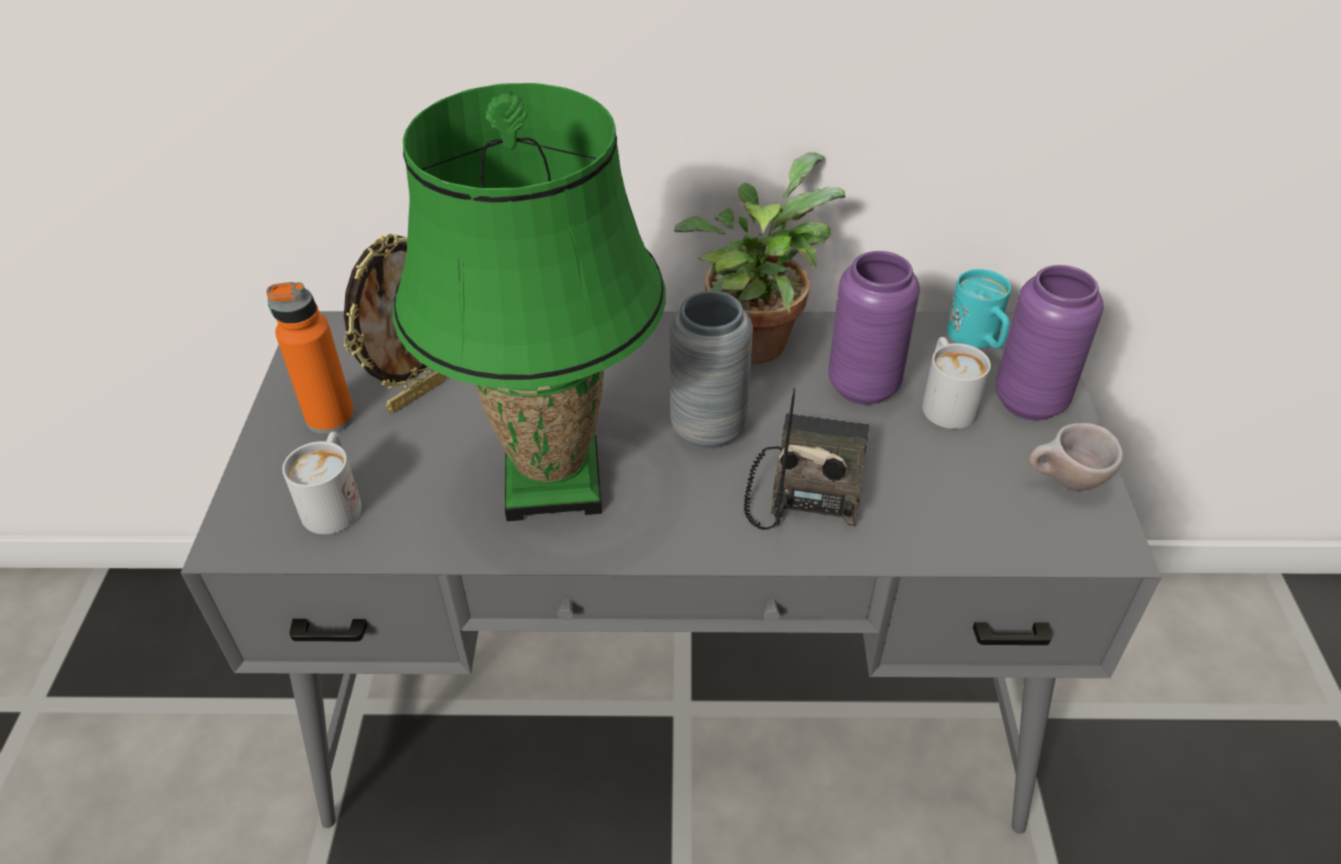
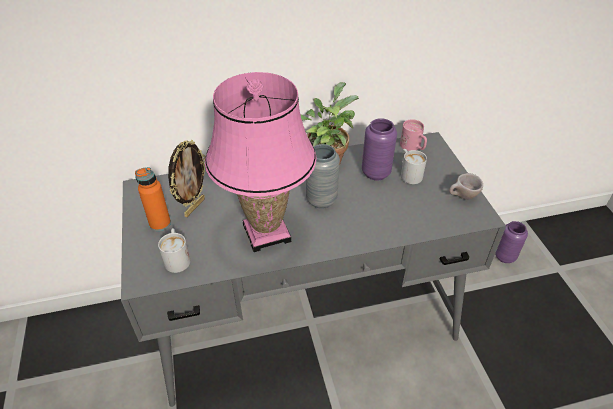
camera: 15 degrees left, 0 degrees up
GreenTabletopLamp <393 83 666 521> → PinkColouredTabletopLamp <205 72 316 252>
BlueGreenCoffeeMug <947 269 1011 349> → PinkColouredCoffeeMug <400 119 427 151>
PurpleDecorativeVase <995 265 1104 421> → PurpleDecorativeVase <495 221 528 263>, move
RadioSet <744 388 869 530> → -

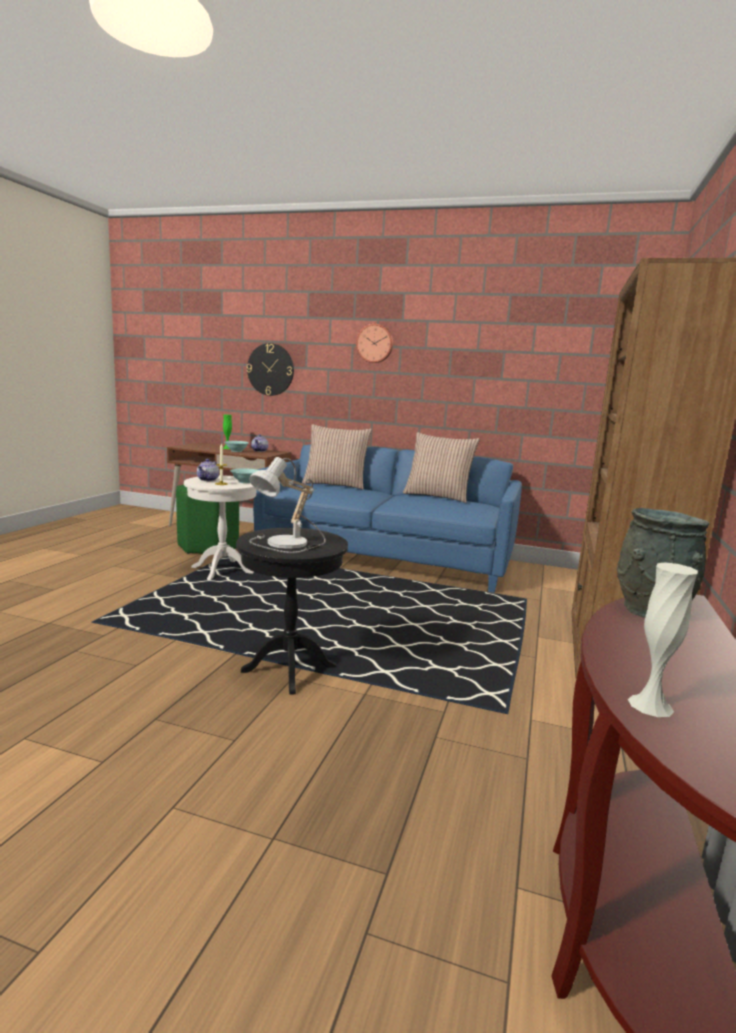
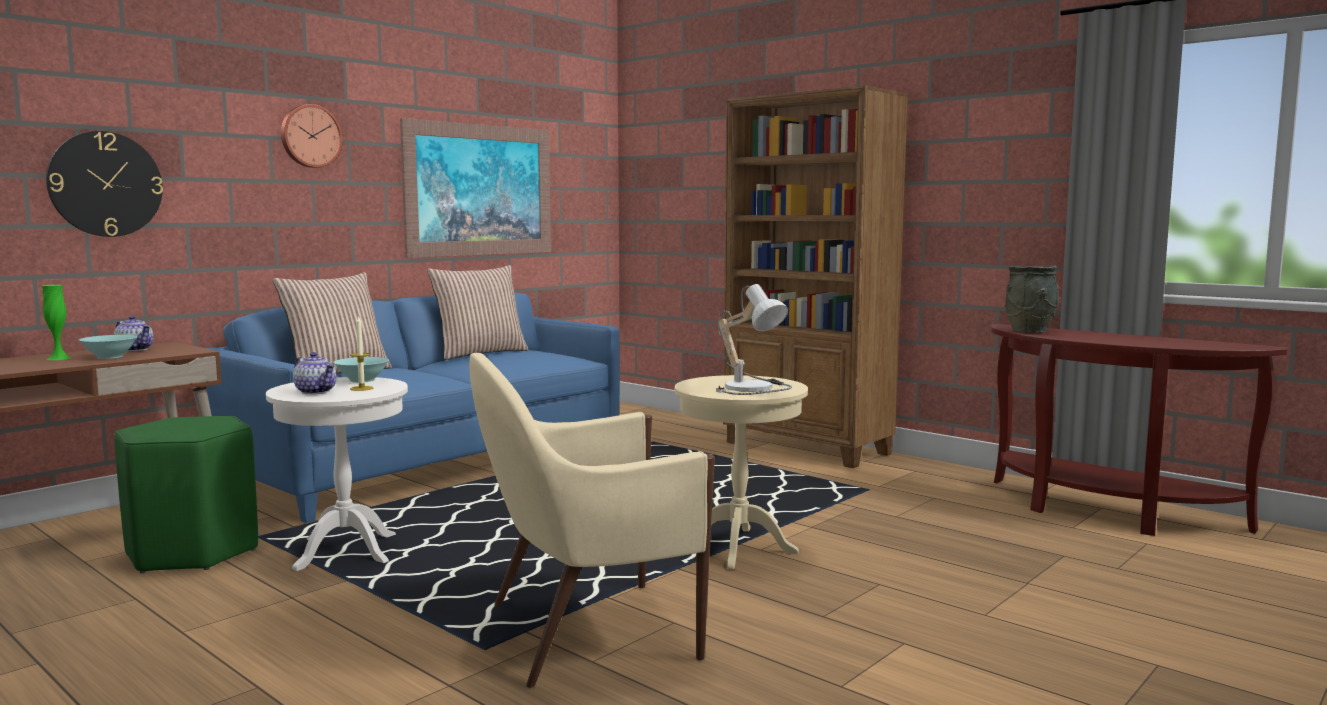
camera: 65 degrees left, 5 degrees down
- → Picture <400 118 551 258>
- → SandColouredEasyChair <469 353 715 688>
BlackAccentTable <236 528 348 695> → SandColouredAccentTable <675 375 808 570>
WhitishDecorativeVase <628 562 698 717> → -

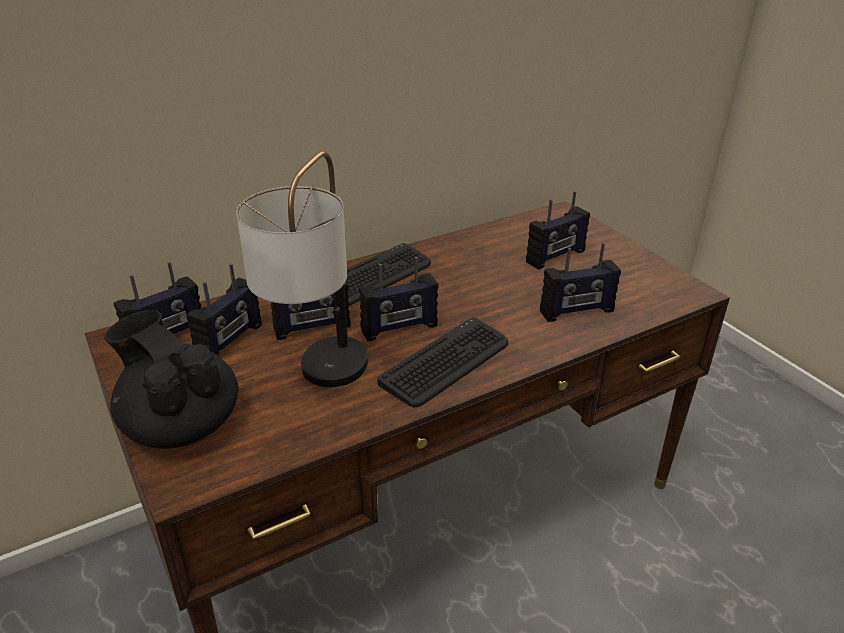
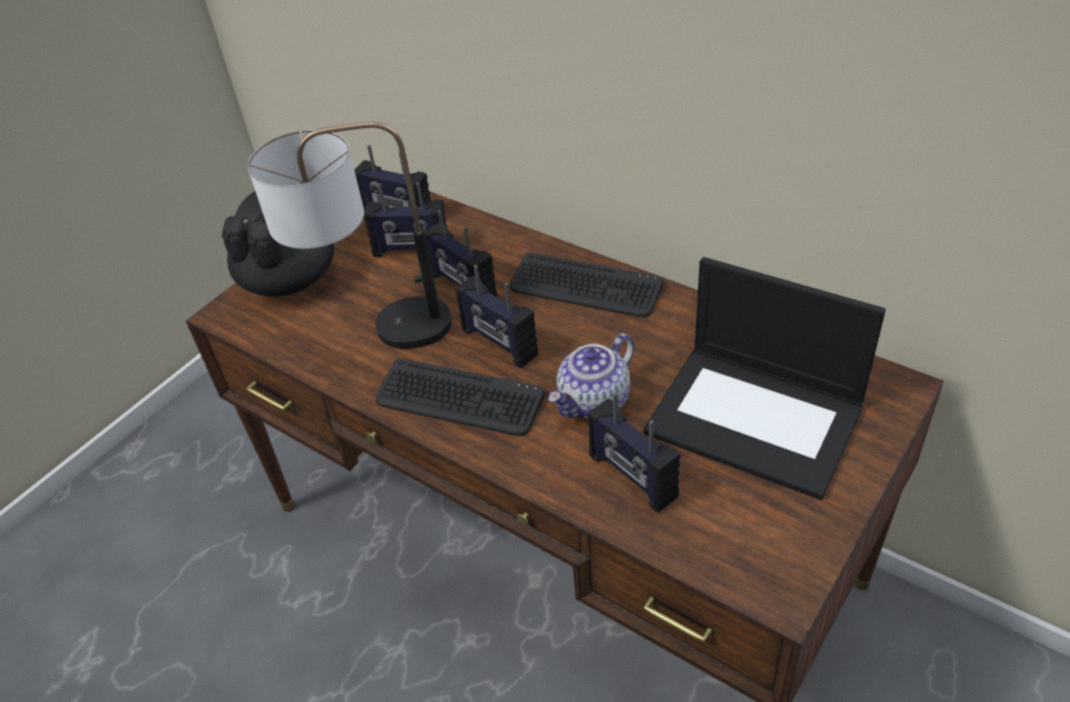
camera: 70 degrees right, 10 degrees up
- → TeaPot <548 333 634 419>
RadioSet <526 191 590 270> → PortableComputer <643 257 886 500>

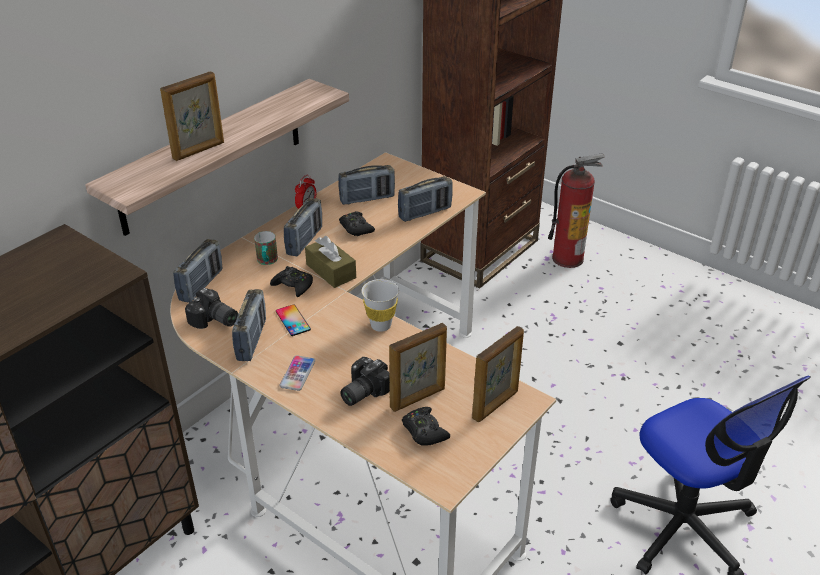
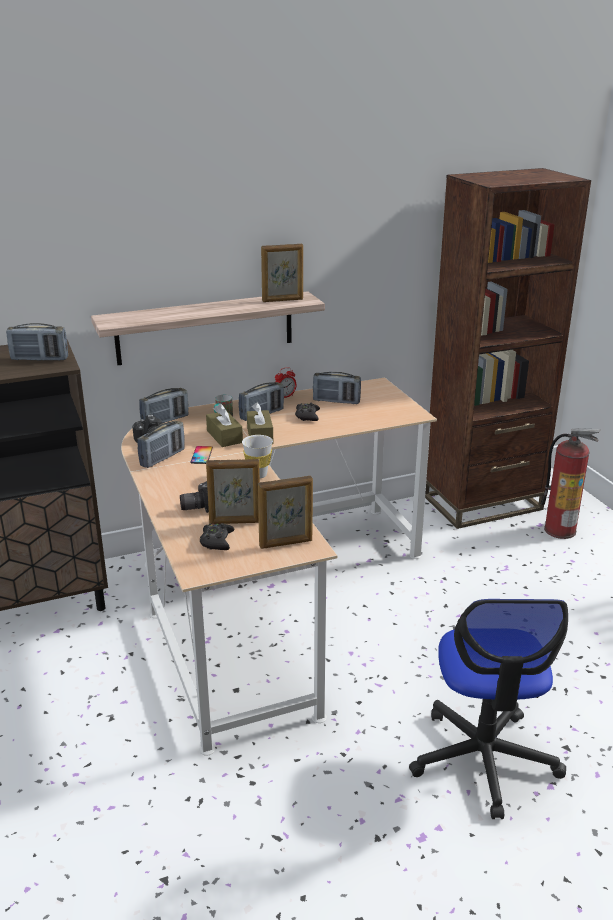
camera: 30 degrees right, 10 degrees down
RadioSet <398 176 453 222> → RadioSet <6 323 68 361>, move
BlackGamepad <270 266 313 297> → BrownColouredTissueBox <206 404 243 447>
StandingFrame <160 71 224 161> → StandingFrame <261 244 303 302>, move
Telephone <280 355 315 391> → -

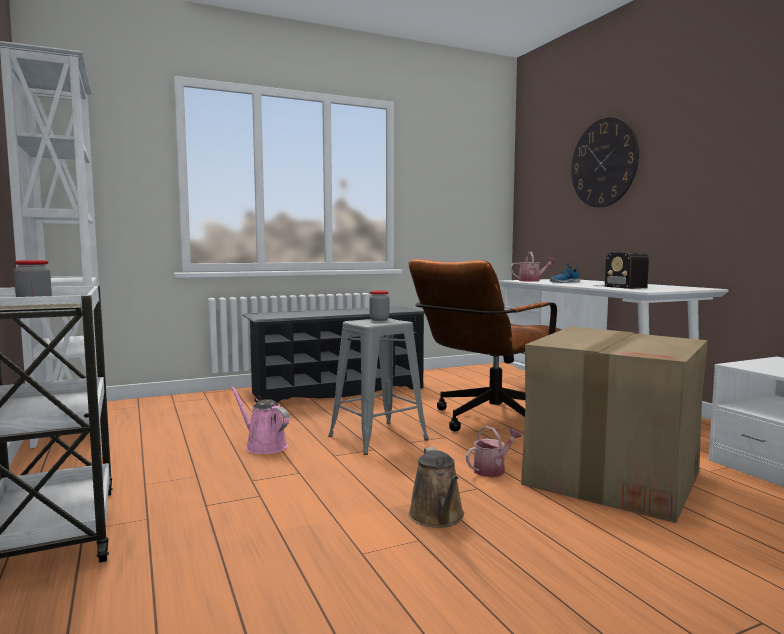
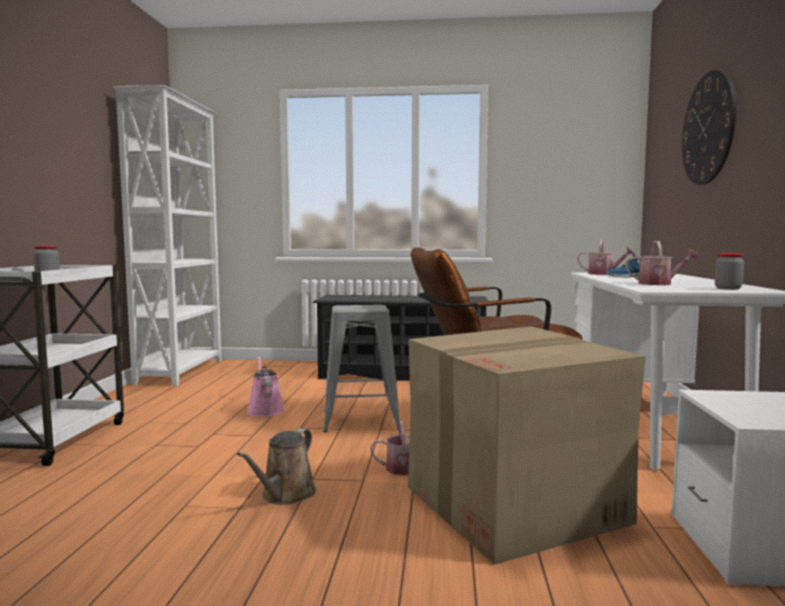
camera: 30 degrees right, 0 degrees up
RadioSet <593 252 649 289> → WateringCan <625 241 699 285>
StorageJar <369 291 389 321> → StorageJar <715 253 744 290>, move

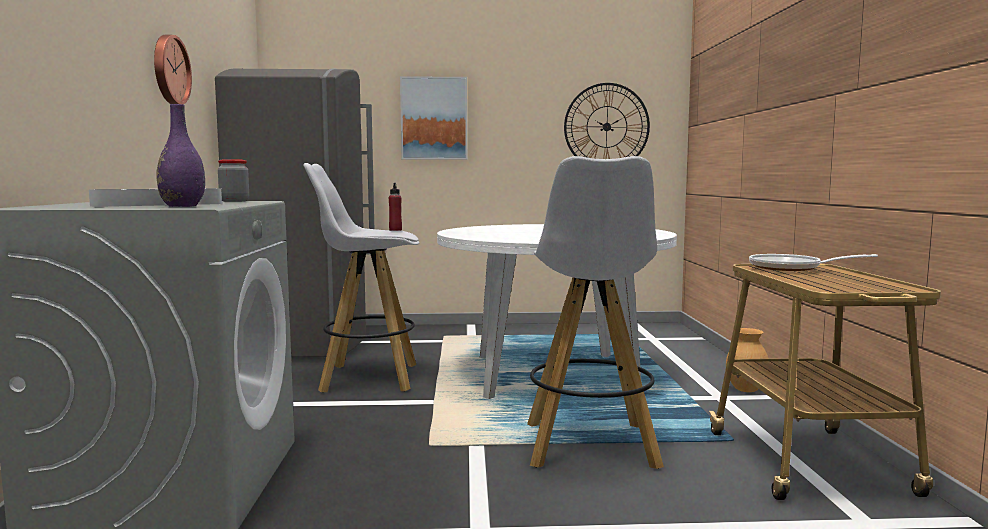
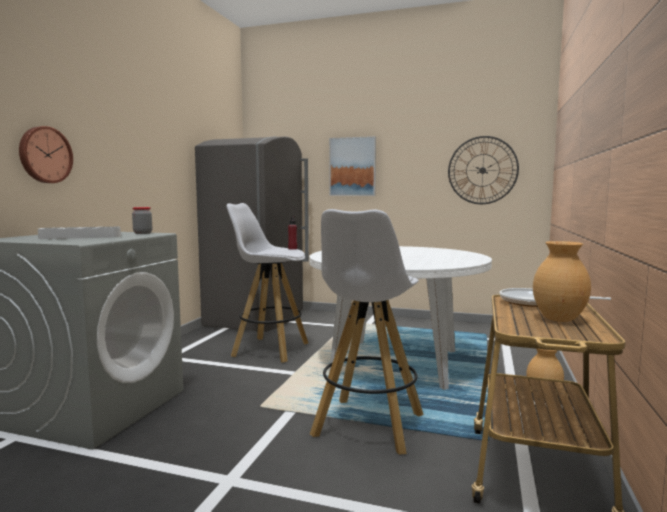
camera: 20 degrees right, 0 degrees up
HangingClock <154 35 192 104> → HangingClock <19 126 73 183>, move
- → BrownColouredDecorativeVase <533 241 591 322>
PurpleDecorativeVase <156 104 205 207> → -

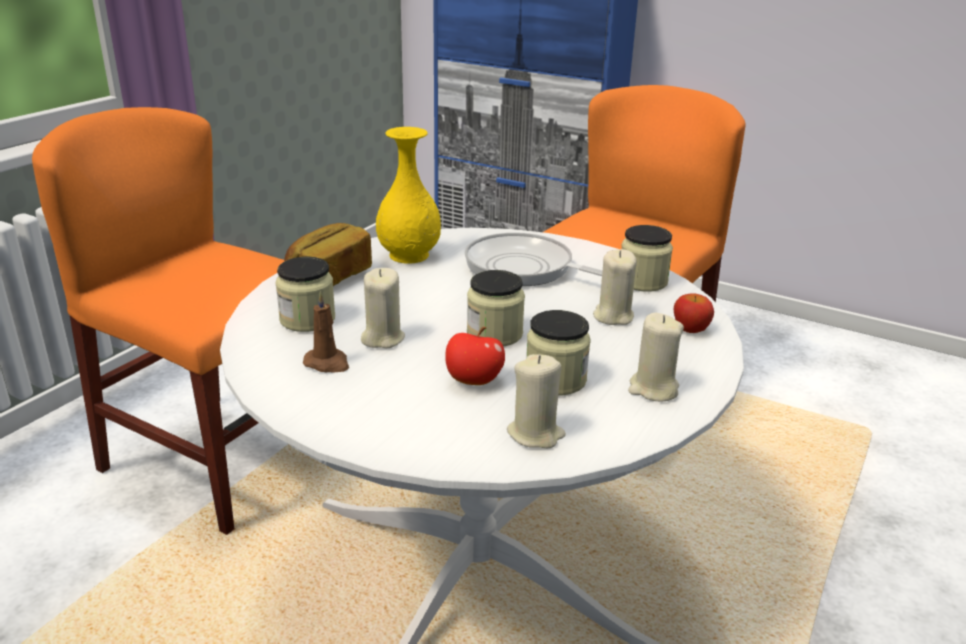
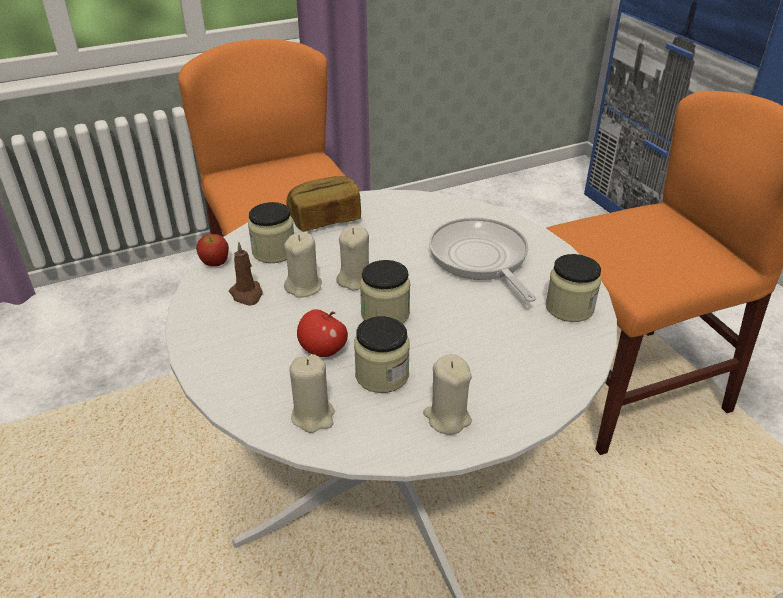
camera: 35 degrees right, 10 degrees up
Apple <673 293 714 333> → Apple <196 234 229 266>, move
SandColouredCandle <593 249 637 325> → SandColouredCandle <336 225 369 290>, move
YellowDecorativeVase <376 127 441 264> → -

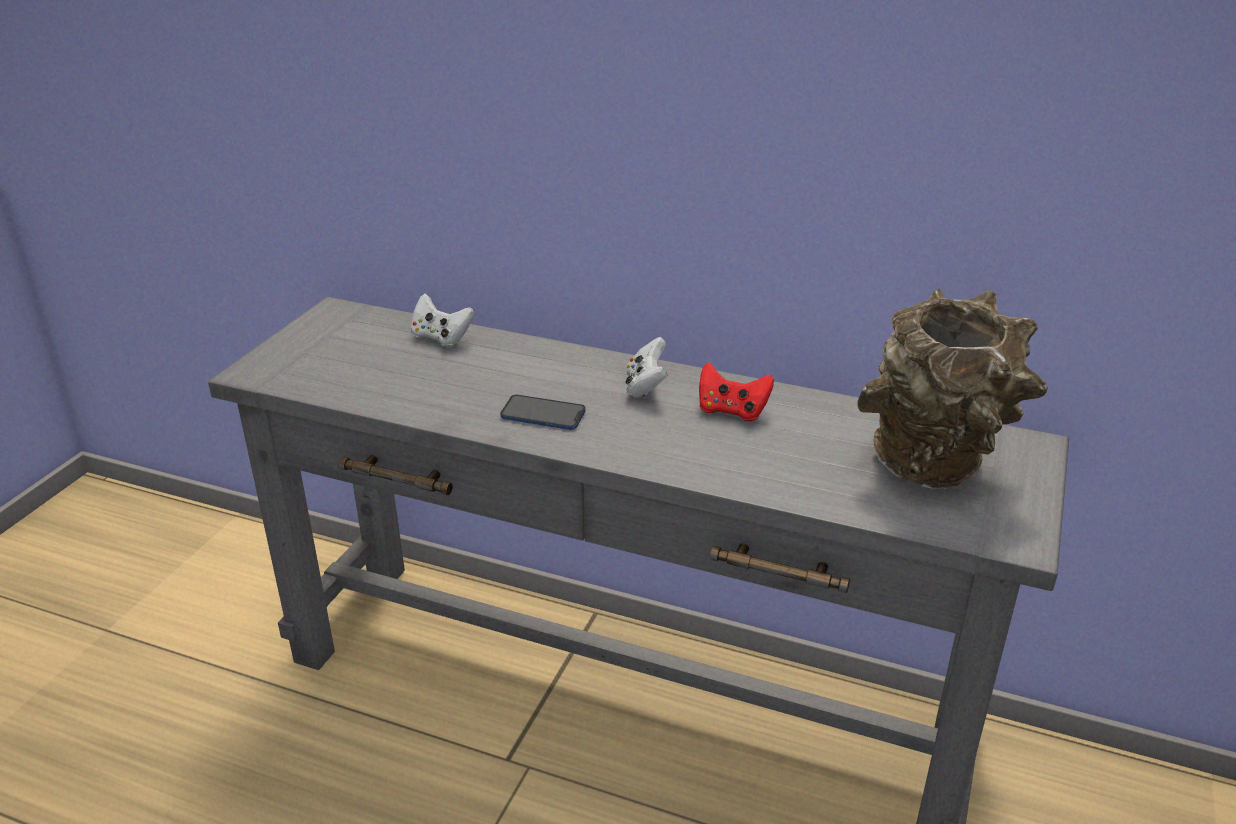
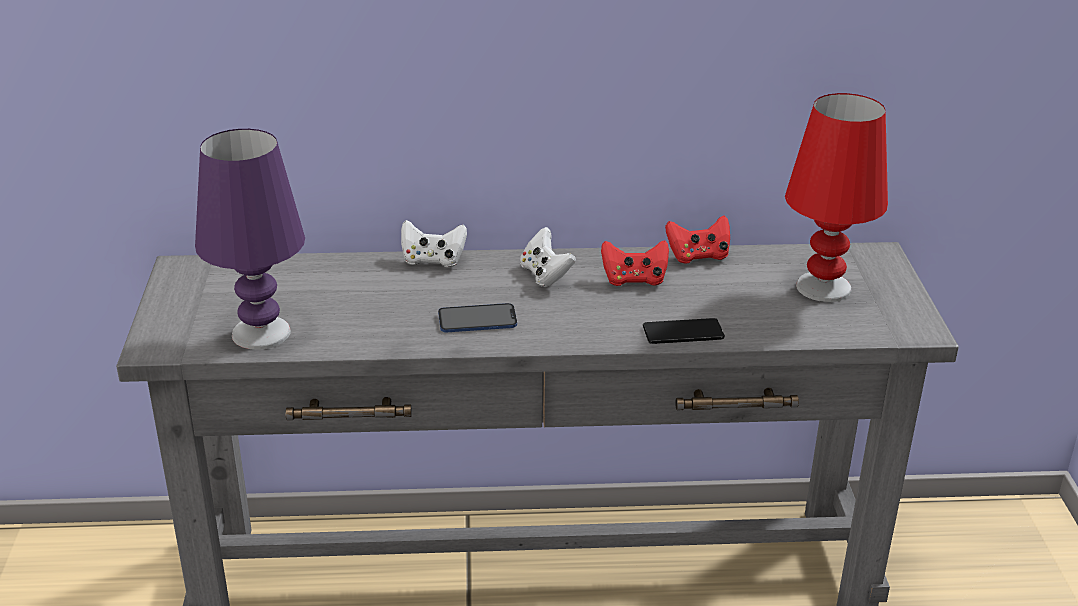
camera: 25 degrees left, 0 degrees up
- → PurpleTabletopLamp <195 129 305 350>
WhitishGamepad <411 294 475 347> → WhitishGamepad <401 220 467 268>, move
- → Telephone <643 318 725 344>
- → ReddishGamepad <665 215 730 264>
BrownColouredDecorativeVase <858 288 1048 489> → ReddishTabletopLamp <785 93 888 302>

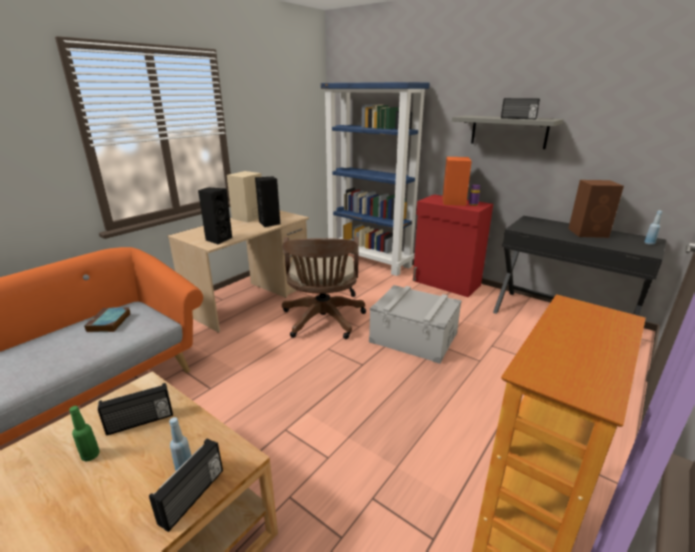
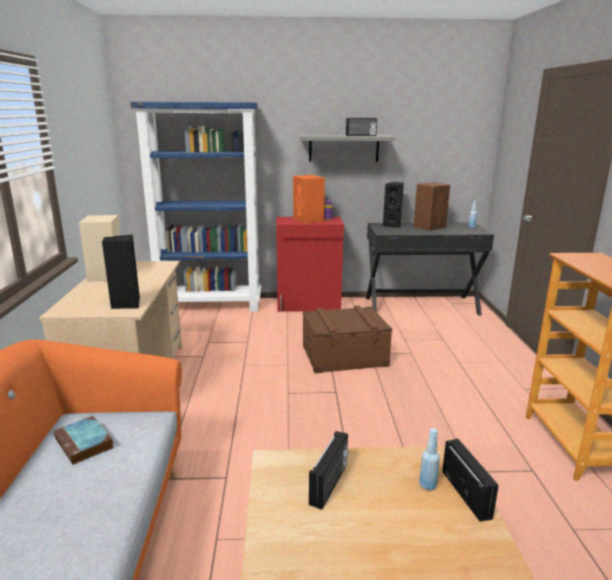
camera: 40 degrees left, 5 degrees down
GreyStorageBox <369 285 462 364> → BrownColouredStorageBox <303 305 392 373>
BlackSpeaker <255 176 280 227> → BlackSpeaker <383 182 404 228>, move
GreenBottle <69 406 99 461> → -
BrownColouredComputerChair <282 237 366 339> → -

